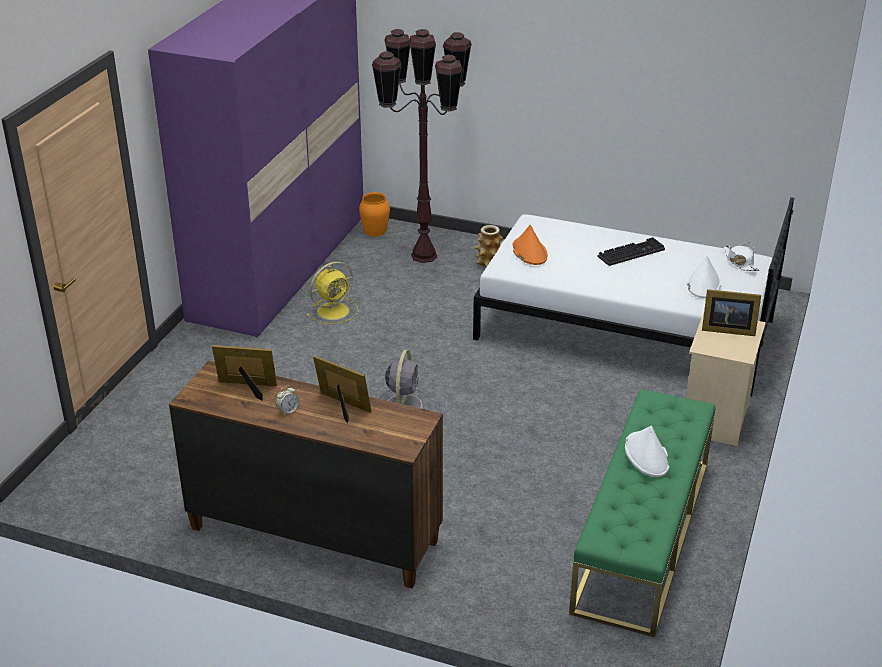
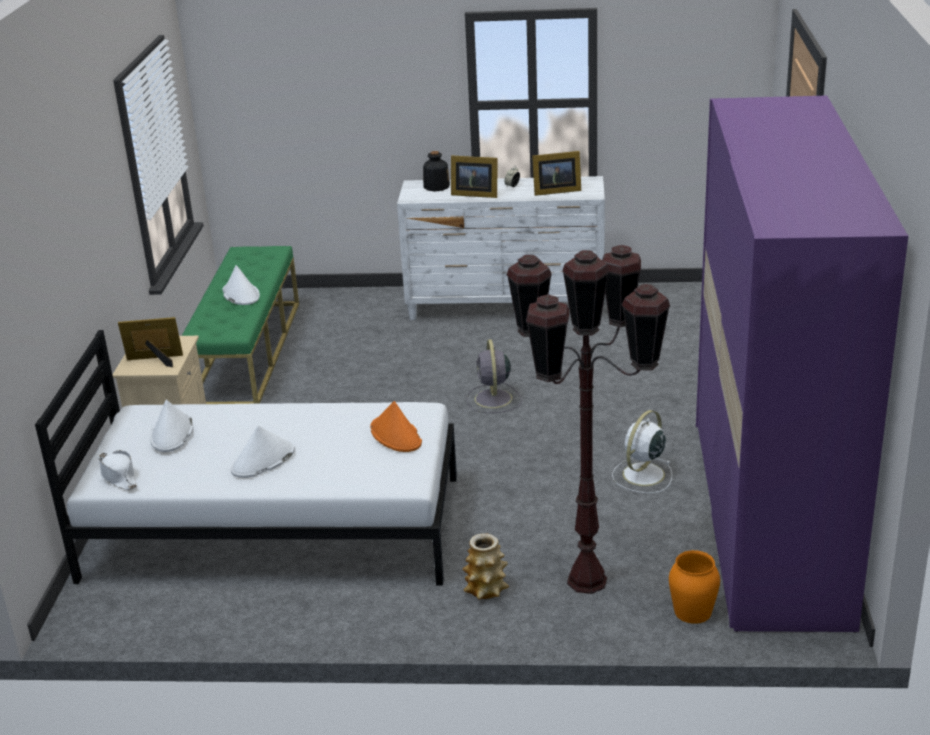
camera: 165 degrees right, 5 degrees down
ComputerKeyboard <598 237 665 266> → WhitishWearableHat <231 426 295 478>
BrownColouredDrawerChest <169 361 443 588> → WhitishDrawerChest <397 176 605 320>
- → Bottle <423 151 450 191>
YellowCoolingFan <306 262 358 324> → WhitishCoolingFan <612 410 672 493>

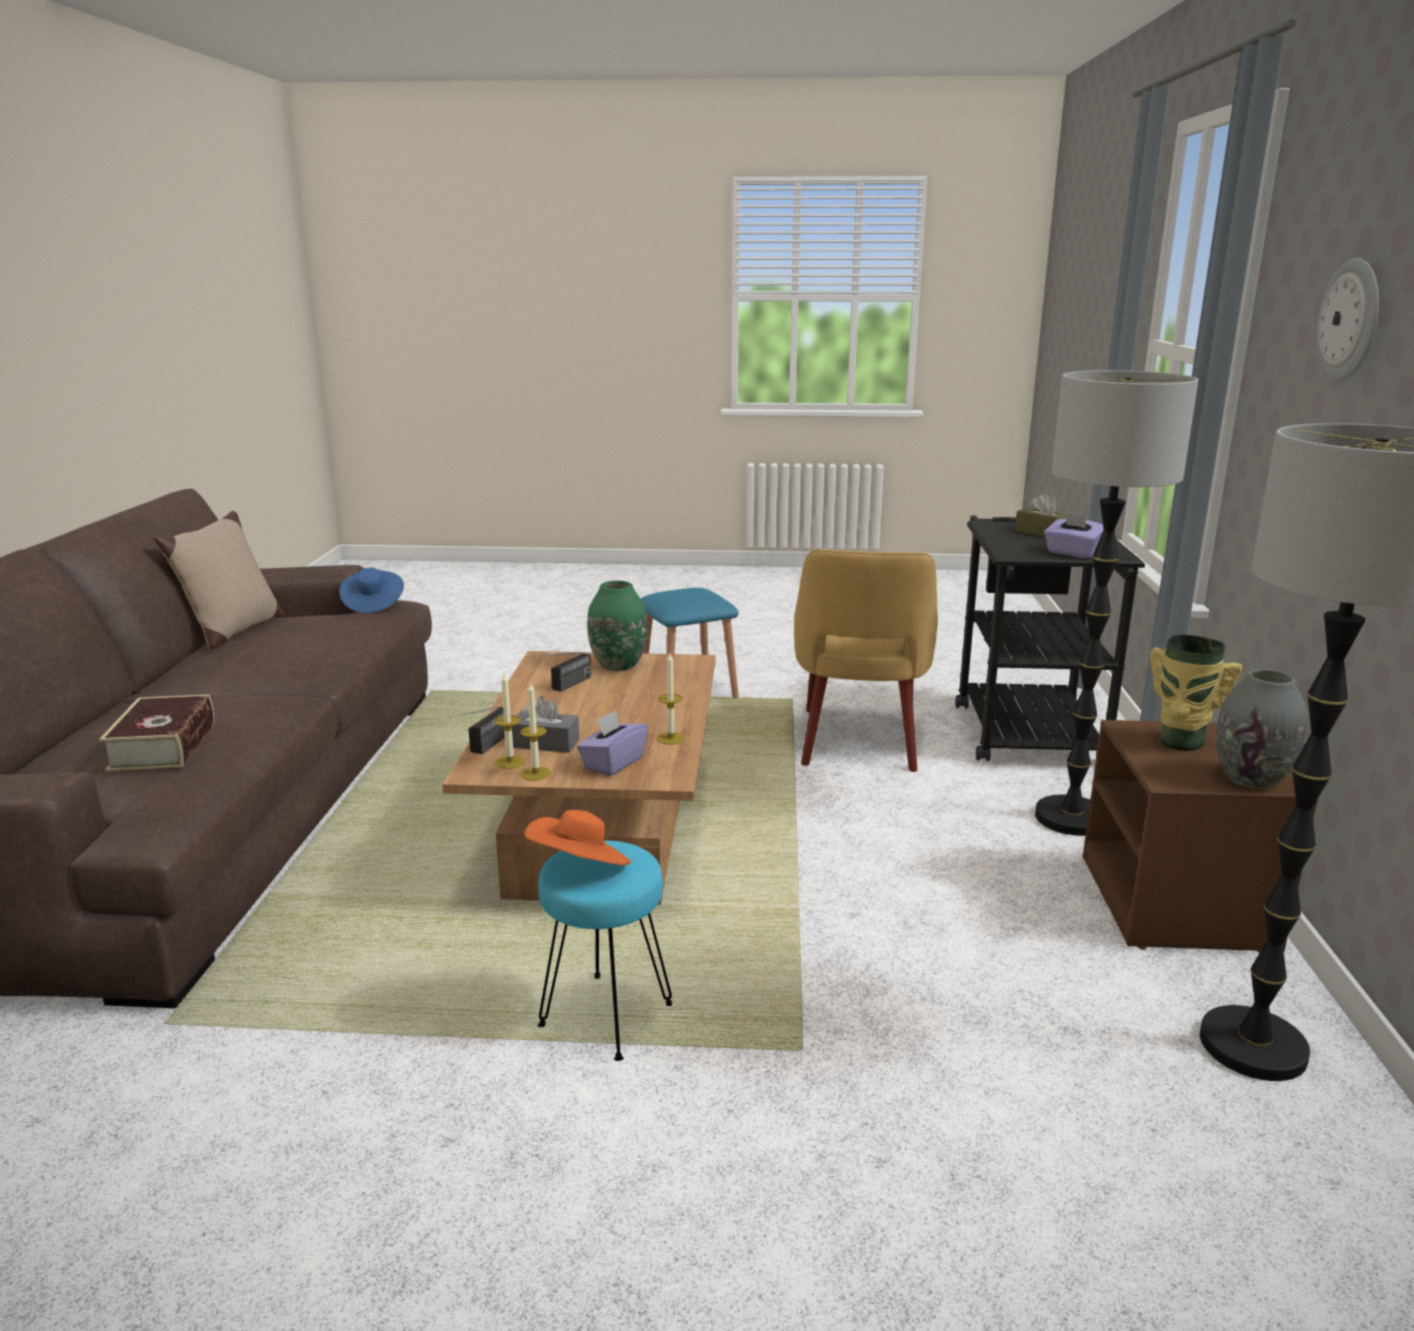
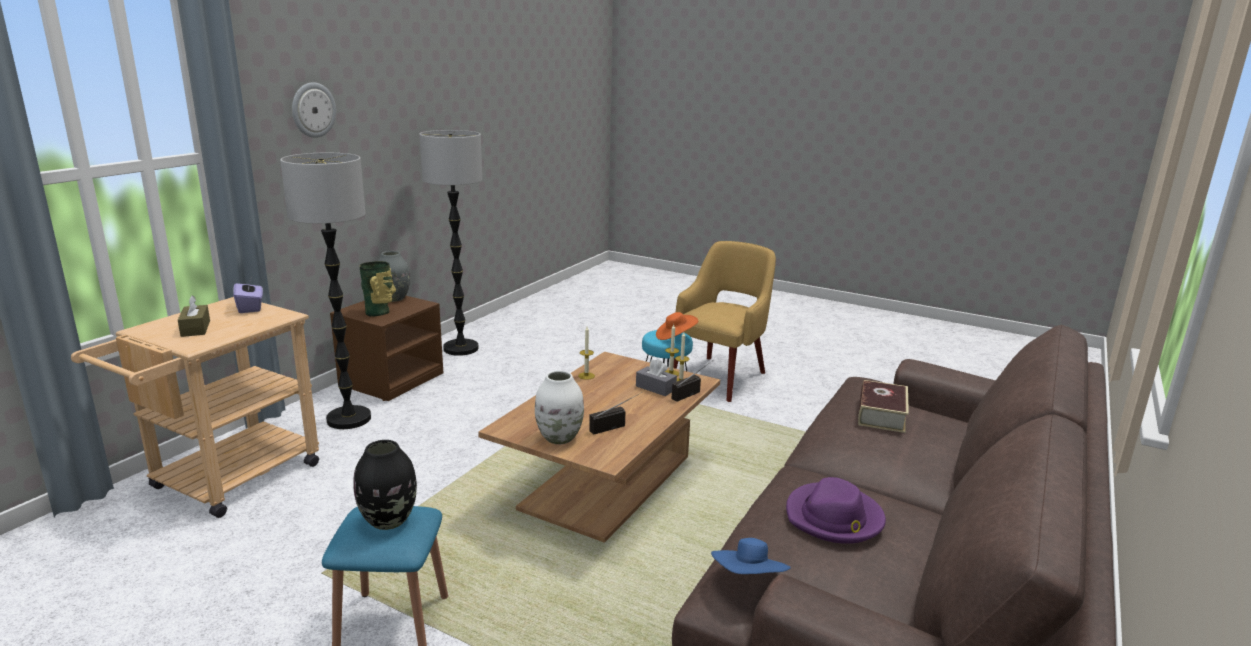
camera: 155 degrees left, 0 degrees up
BlackCart <955 515 1145 761> → SandColouredCart <71 297 319 518>
- → BlackDecorativeVase <353 440 417 530>
GreenDecorativeVase <587 580 648 671> → WhitishDecorativeVase <535 371 584 444>
YellowEasyChair <794 549 938 772> → YellowEasyChair <674 241 776 402>, move
- → PurpleWearableHat <786 477 886 544>
SandColouredPillow <153 511 284 649> → -
PurpleTissueBox <577 710 648 776> → -

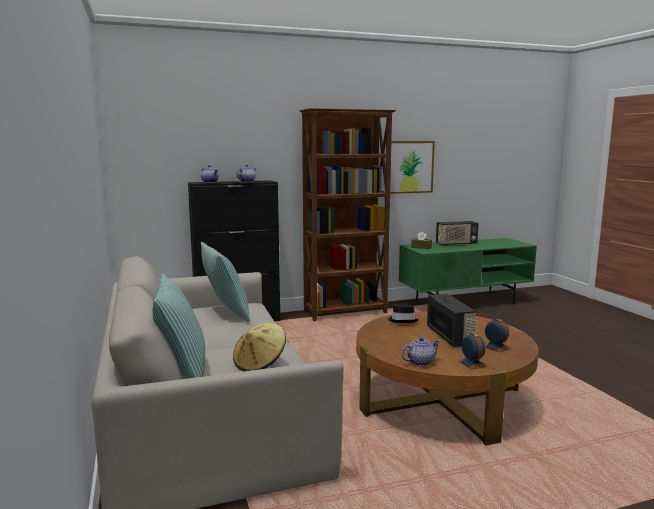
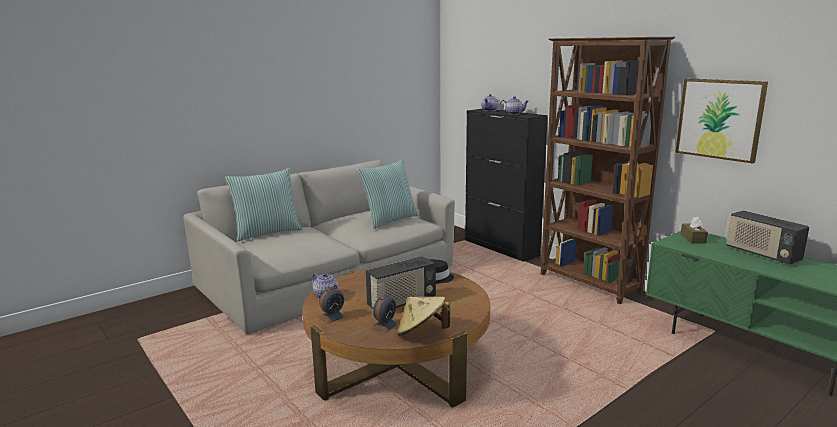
camera: 70 degrees right, 5 degrees up
SandColouredWearableHat <233 323 286 371> → SandColouredWearableHat <397 297 451 336>, move

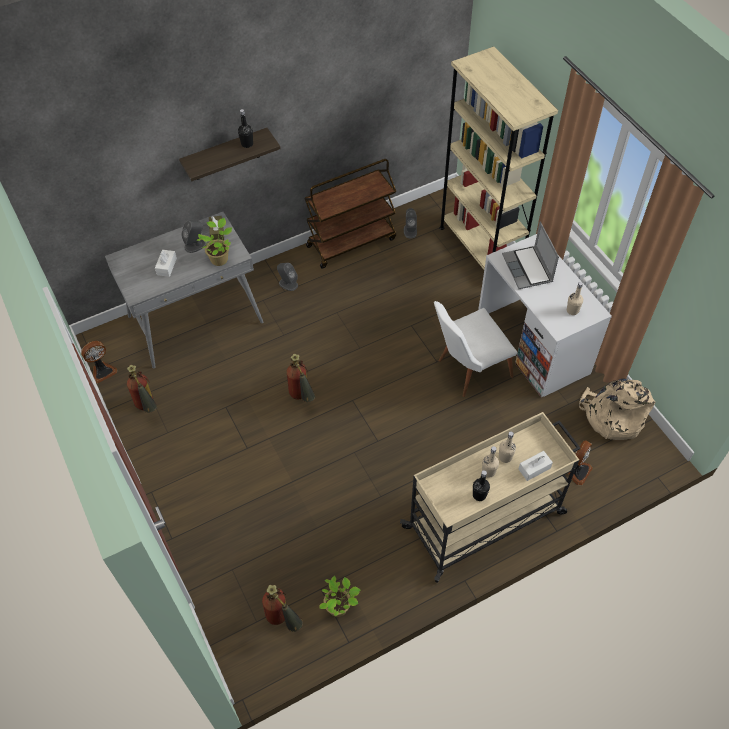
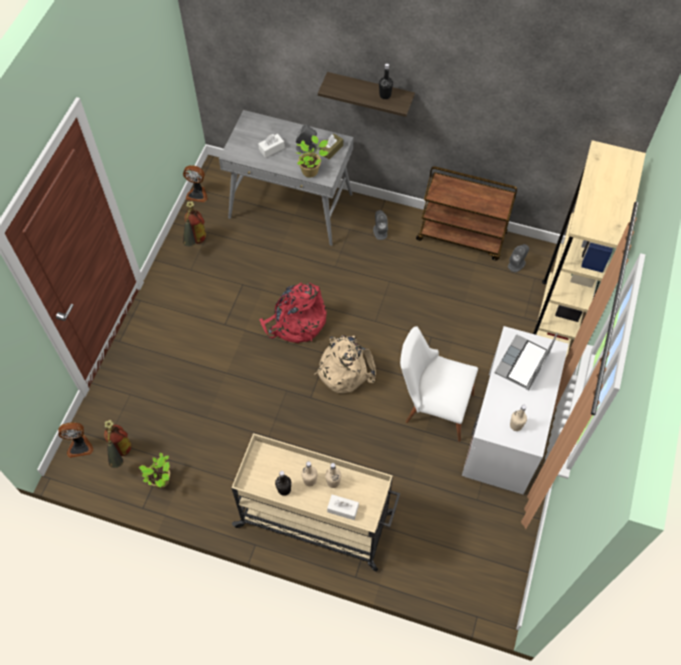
camera: 45 degrees right, 5 degrees up
CoolingFan <568 440 592 485> → CoolingFan <58 422 94 458>, move
FireFightingCylinder <287 354 316 402> → ReddishRucksack <259 283 327 343>
SandColouredRucksack <579 379 655 440> → SandColouredRucksack <315 335 376 394>, move

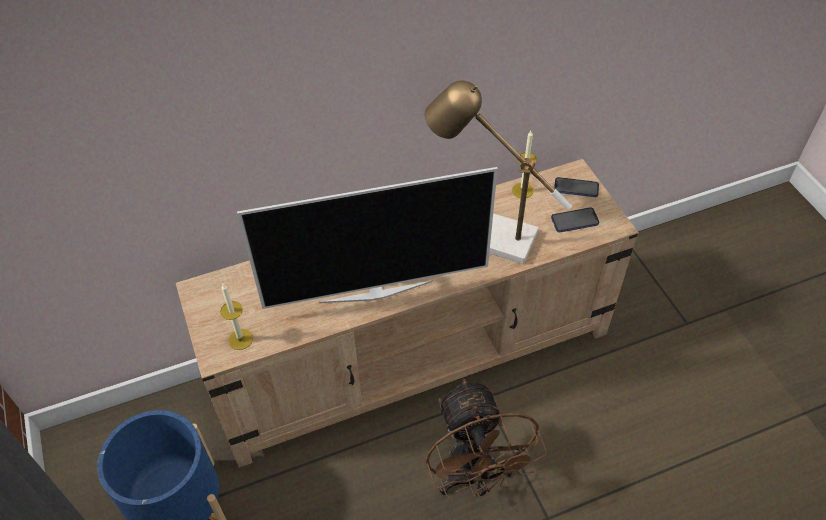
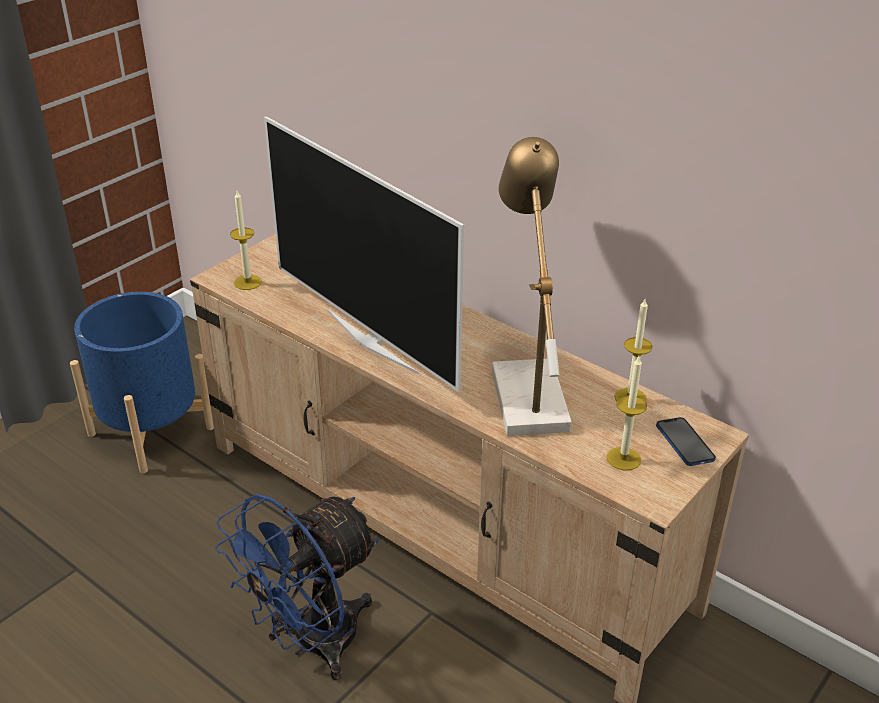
camera: 60 degrees right, 15 degrees down
BrownColouredCoolingFan <426 379 547 498> → BlueCoolingFan <215 494 379 680>
Telephone <551 207 599 233> → Candle <607 356 647 471>

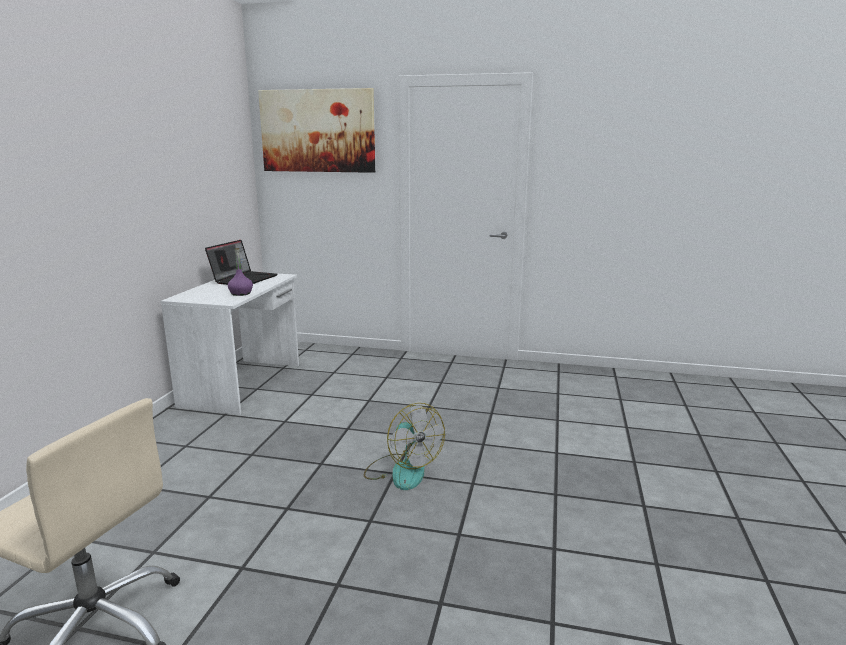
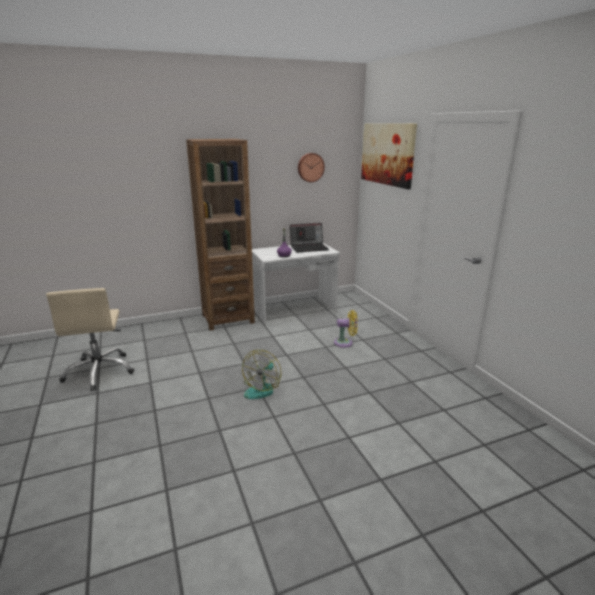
camera: 55 degrees right, 5 degrees up
- → BrownColouredShelvingUnit <186 139 255 331>
- → HangingClock <298 153 325 182>
- → YellowCoolingFan <334 310 358 347>

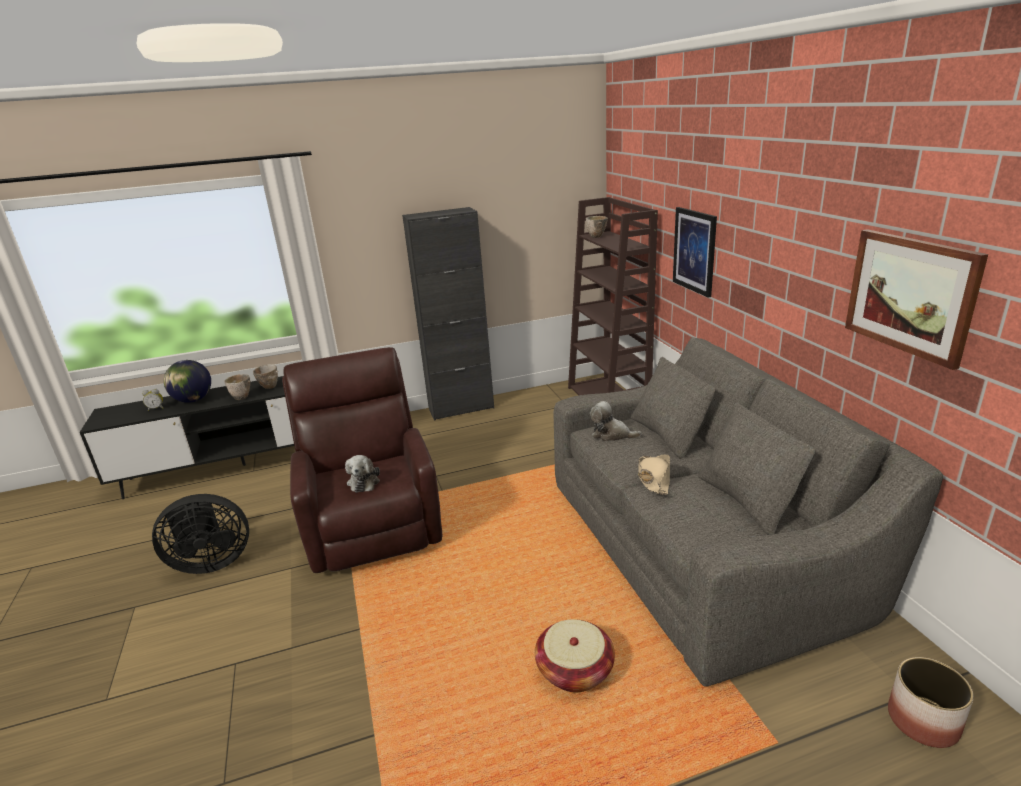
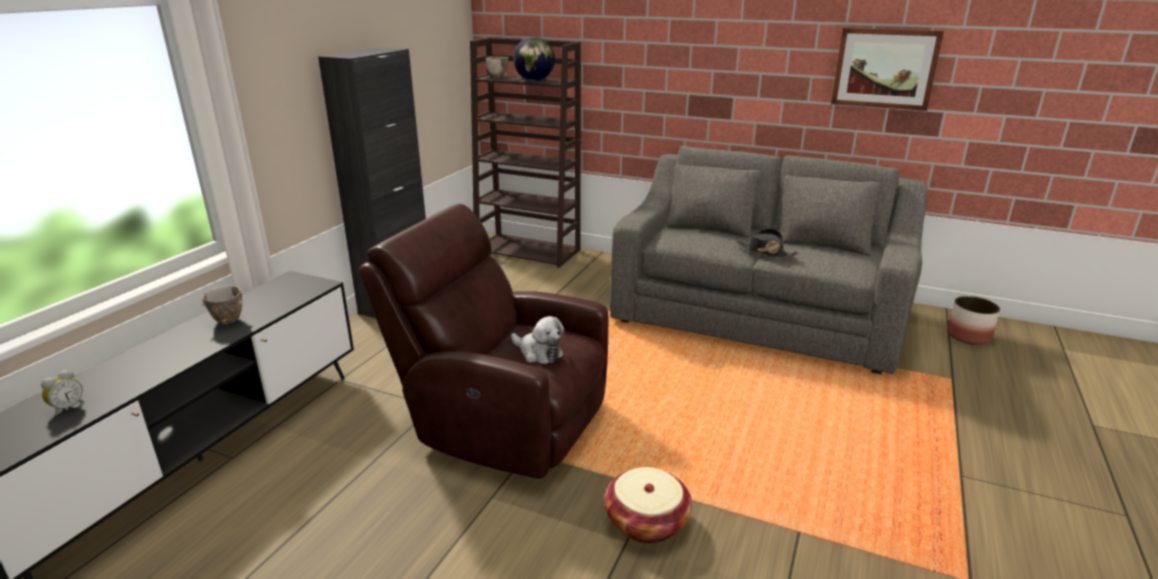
camera: 50 degrees left, 0 degrees up
DeskGlobe <164 360 211 403> → DeskGlobe <513 37 555 81>, move
Basket <535 619 615 692> → Basket <604 467 692 543>, move
SandColouredWearableHat <638 454 670 495> → BlackWearableHat <736 228 799 258>
BlackCoolingFan <152 494 249 574> → -
DeepDish <224 374 251 400> → -
CuddlyToy <590 401 642 442> → -
Picture <673 207 717 298> → -

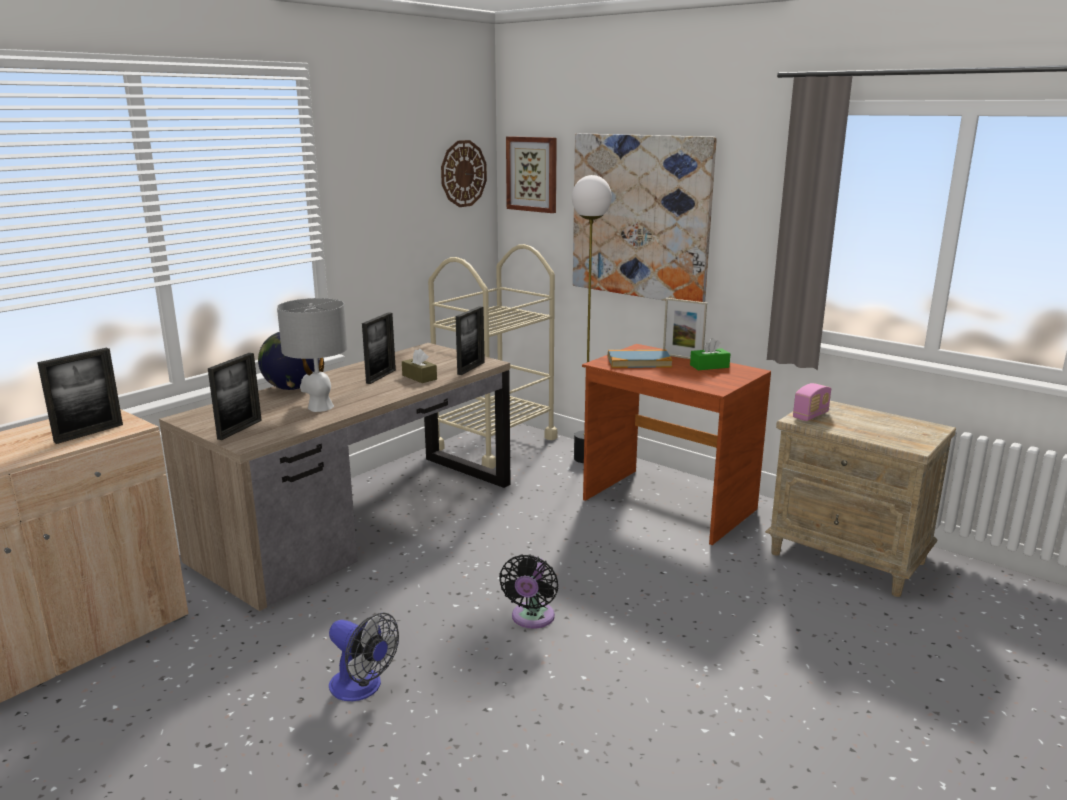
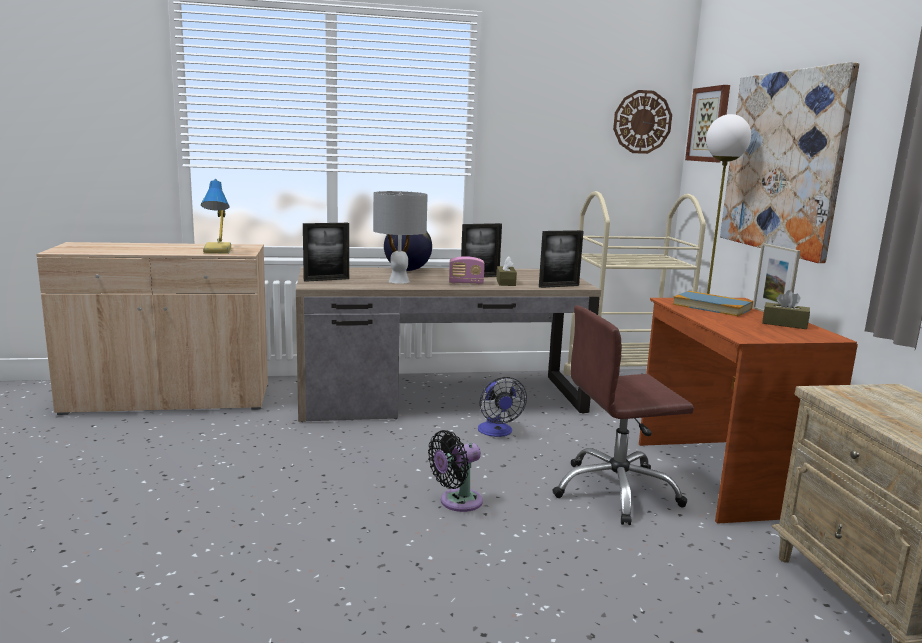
camera: 40 degrees right, 5 degrees down
StandingFrame <37 348 123 444> → TabletopLamp <201 179 231 254>
RadioSet <793 383 831 421> → RadioSet <449 256 485 284>, move
CoolingFan <329 613 399 701> → CoolingFan <478 377 527 437>, move
- → BrownColouredComputerChair <552 305 694 525>
GreenTissueBox <690 338 731 370> → BrownColouredTissueBox <762 290 810 329>

